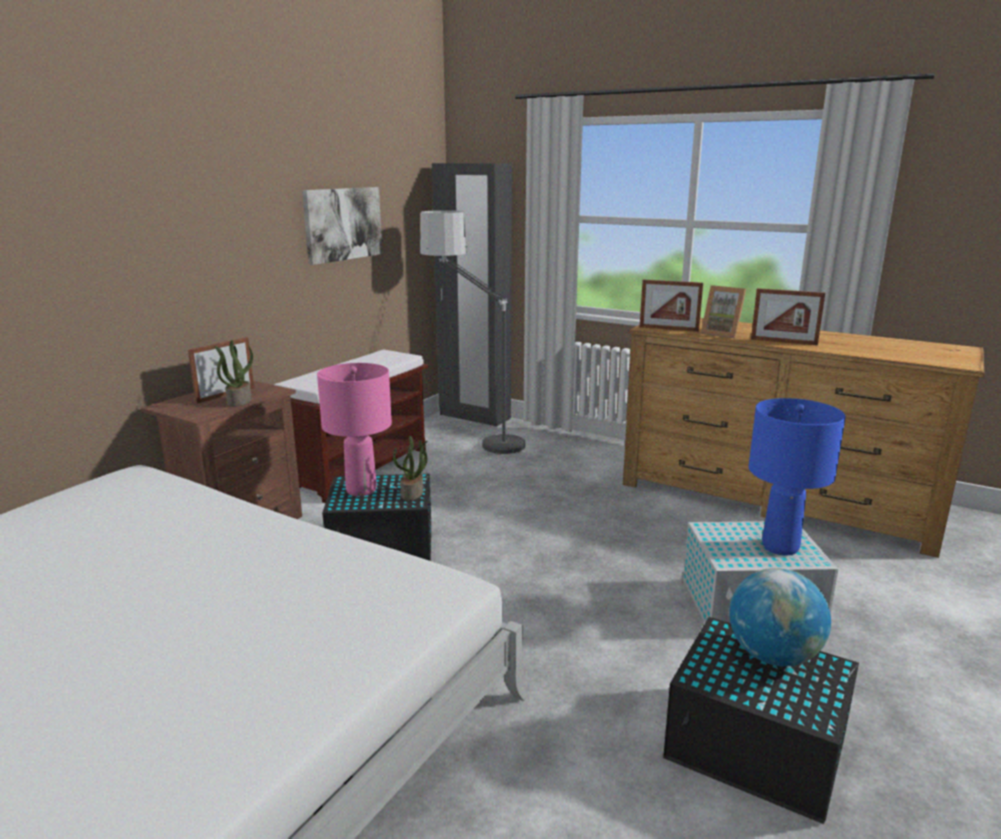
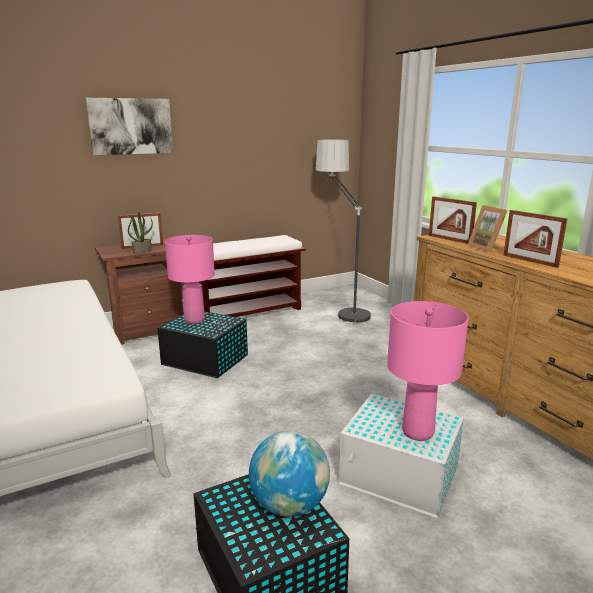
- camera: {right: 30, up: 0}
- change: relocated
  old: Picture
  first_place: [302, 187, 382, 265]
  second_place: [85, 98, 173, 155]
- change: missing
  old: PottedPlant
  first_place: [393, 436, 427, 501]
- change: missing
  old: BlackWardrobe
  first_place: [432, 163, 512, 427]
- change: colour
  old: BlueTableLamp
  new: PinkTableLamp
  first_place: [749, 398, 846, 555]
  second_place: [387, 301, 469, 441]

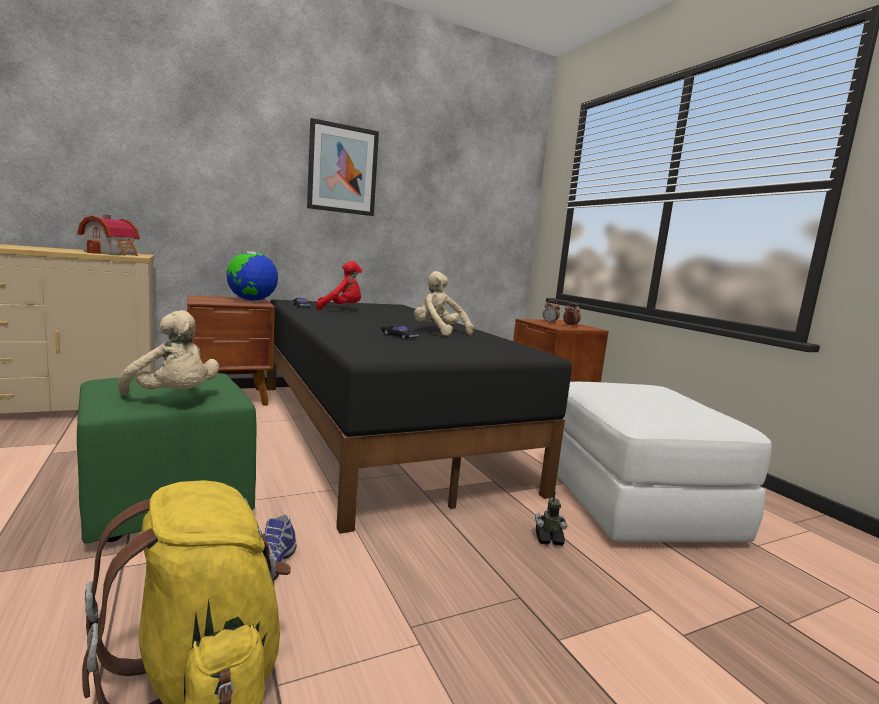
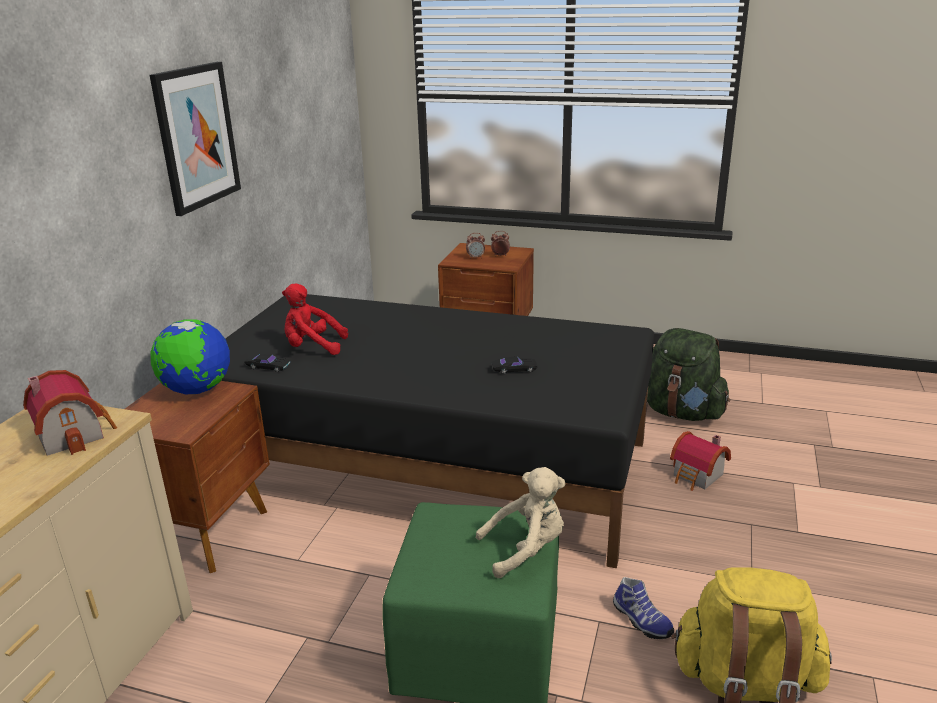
- camera: {right: -45, up: 15}
- change: spun
  old: RedPlushToy
  first_place: [316, 261, 362, 310]
  second_place: [282, 284, 348, 355]
  degrees: -120
- change: missing
  old: BeigePlushToy
  first_place: [414, 271, 474, 336]
- change: exchanged
  old: ToyRobot
  new: ToyHouse
  first_place: [535, 490, 567, 546]
  second_place: [670, 431, 731, 491]
- change: exchanged
  old: WhiteOttoman
  new: GreenBackpack
  first_place: [557, 382, 771, 542]
  second_place: [647, 328, 730, 421]

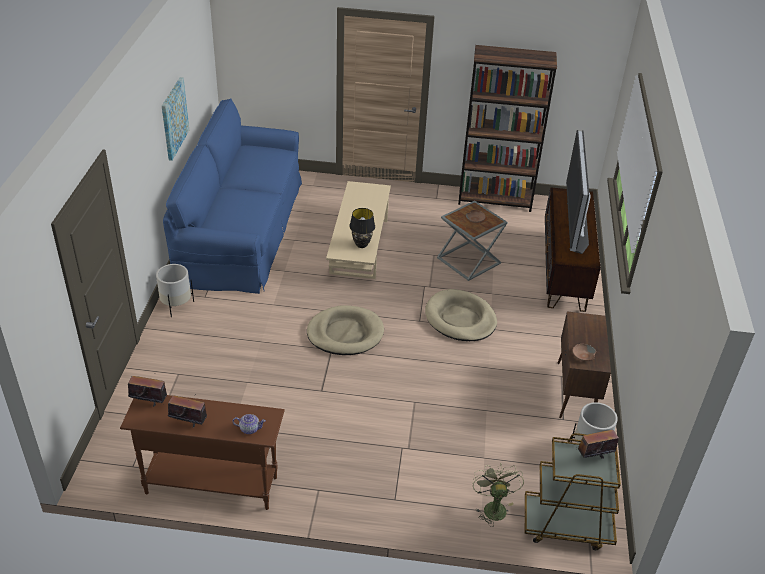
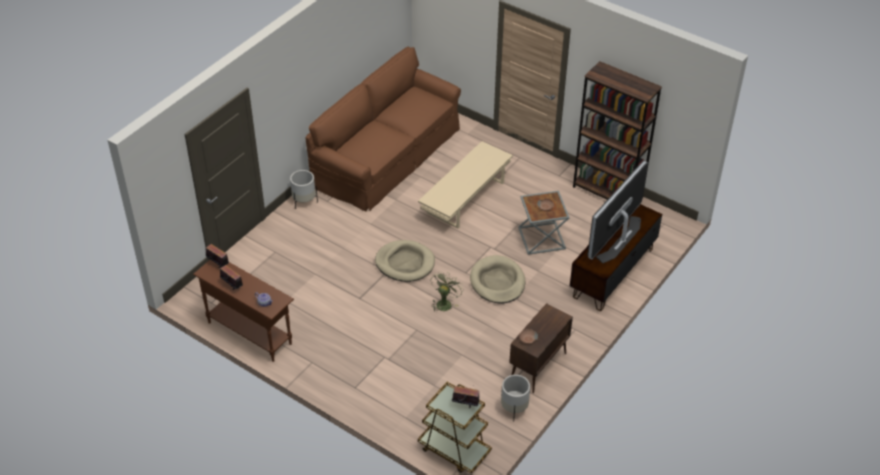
- camera: {right: 30, up: 5}
- change: missing
  old: Picture
  first_place: [162, 77, 189, 161]
- change: colour
  old: BlueSofa
  new: BrownSofa
  first_place: [163, 98, 302, 294]
  second_place: [305, 47, 461, 212]
- change: missing
  old: BlackTableLamp
  first_place: [349, 208, 375, 248]
- change: relocated
  old: GreenFan
  first_place: [473, 463, 524, 527]
  second_place: [431, 271, 464, 313]

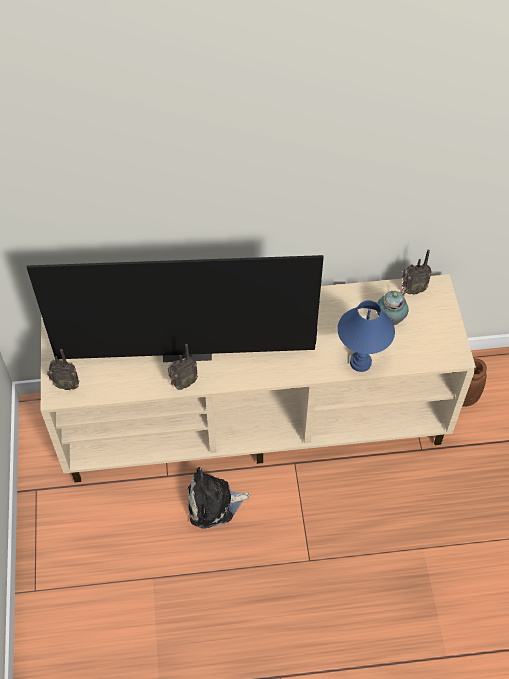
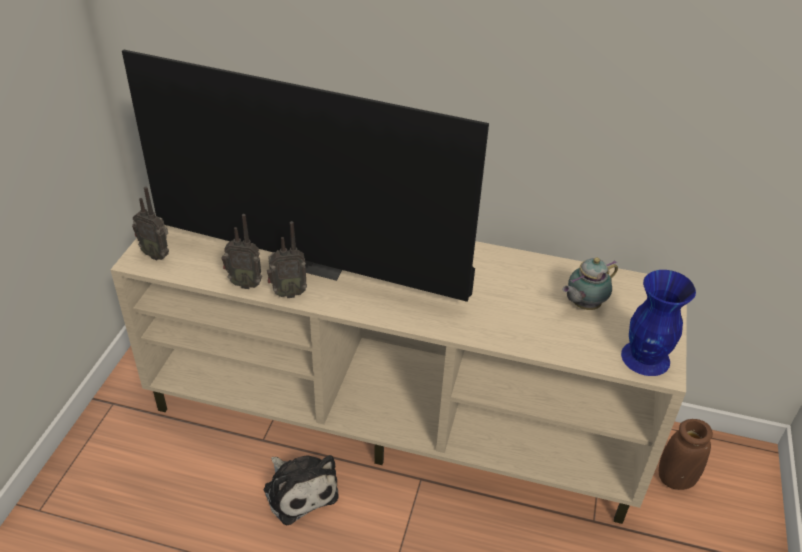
- camera: {right: 20, up: -15}
- change: spun
  old: PlushToy
  first_place: [188, 467, 251, 528]
  second_place: [264, 455, 339, 526]
  degrees: -135
- change: missing
  old: BlueTableLamp
  first_place: [337, 301, 395, 372]
- change: relocated
  old: Radio
  first_place: [402, 250, 431, 295]
  second_place: [222, 214, 262, 289]
- change: appeared
  new: BlueVase
  second_place: [621, 270, 696, 376]

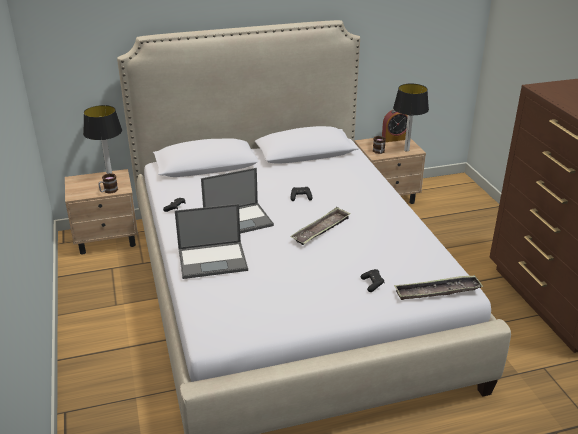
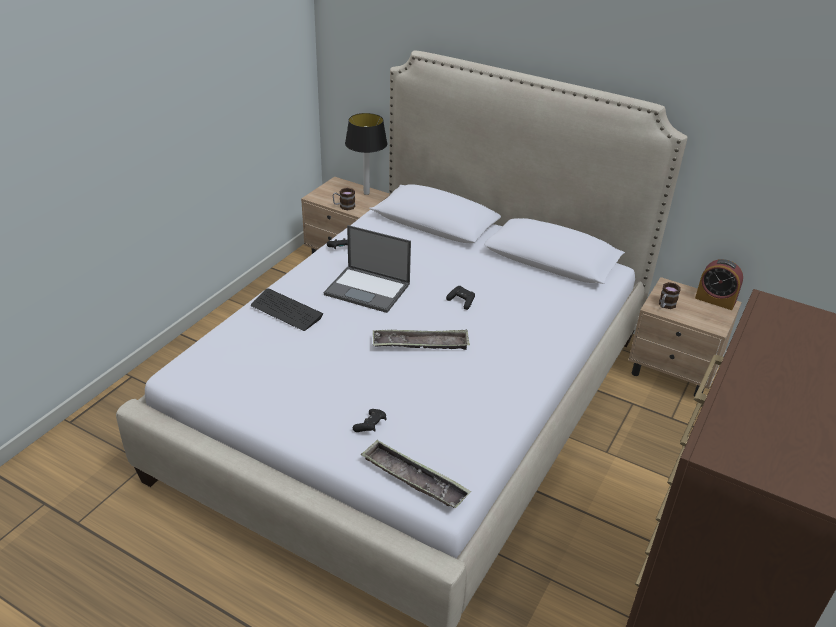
- camera: {right: 45, up: 5}
- change: exchanged
  old: Laptop
  new: Keyboard
  first_place: [175, 204, 248, 279]
  second_place: [251, 288, 323, 331]
- change: missing
  old: TableLamp
  first_place: [393, 84, 429, 152]

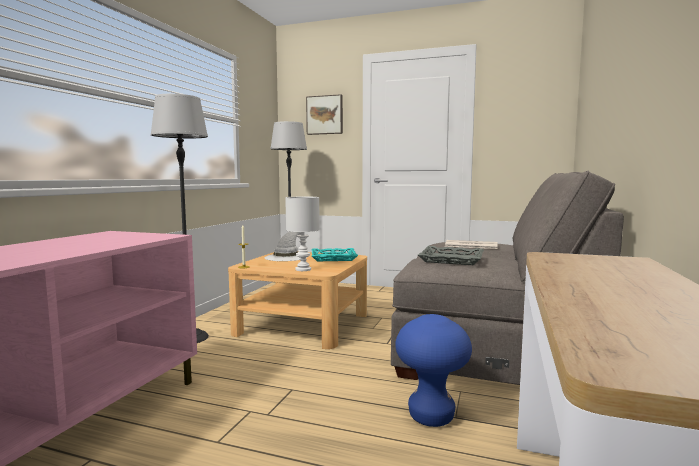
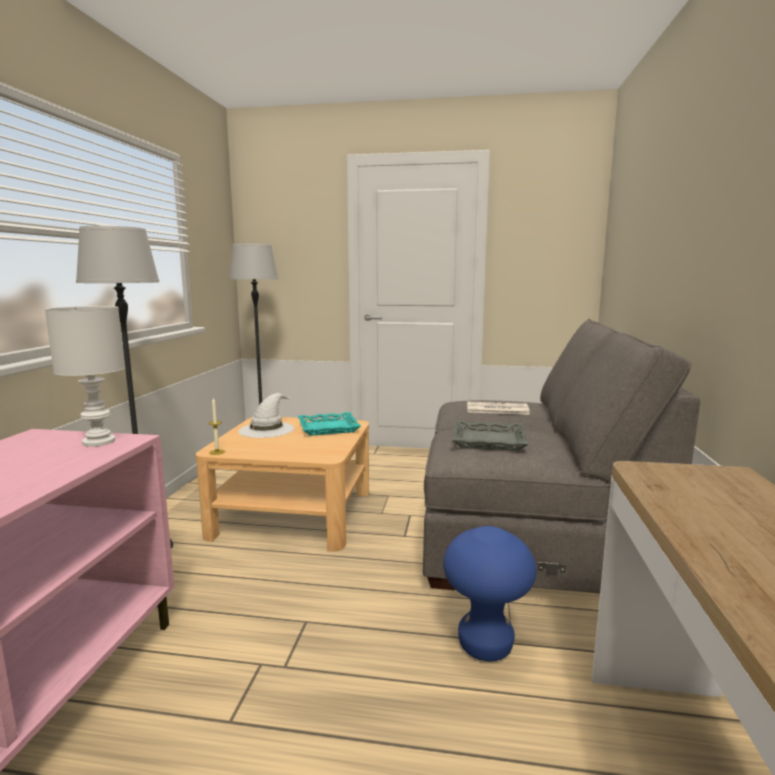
- camera: {right: -10, up: 5}
- change: relocated
  old: WhiteTableLamp
  first_place: [285, 197, 320, 271]
  second_place: [45, 306, 125, 447]
- change: missing
  old: Picture
  first_place: [306, 94, 343, 135]

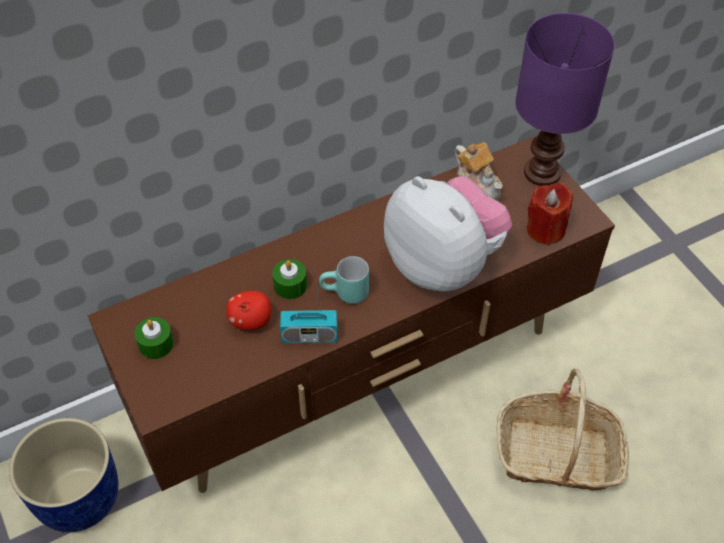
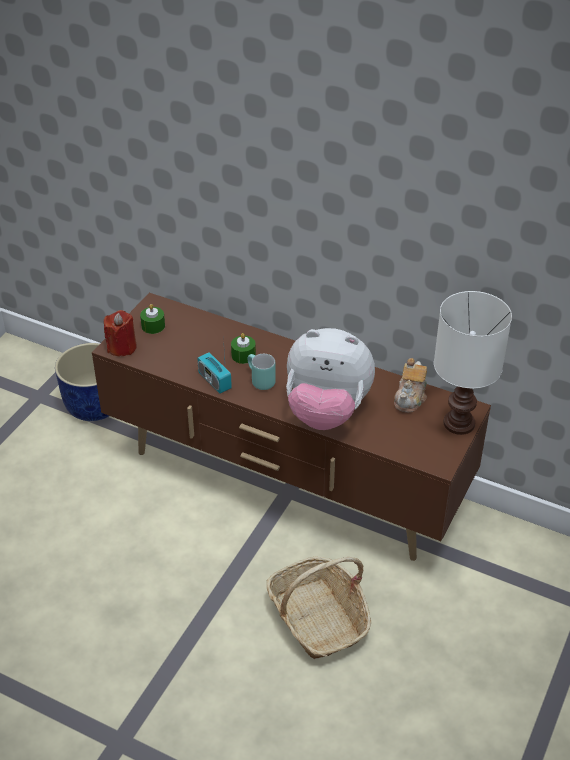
- camera: {right: 55, up: -10}
- change: missing
  old: Apple
  first_place: [226, 291, 271, 330]
- change: spun
  old: PlushToy
  first_place: [384, 176, 512, 291]
  second_place: [286, 328, 375, 430]
  degrees: 90
- change: colour
  old: PurpleTableLamp
  new: WhiteTableLamp
  first_place: [515, 13, 615, 186]
  second_place: [434, 291, 512, 435]
- change: relocated
  old: RedCandle
  first_place: [527, 183, 573, 245]
  second_place: [104, 310, 137, 356]

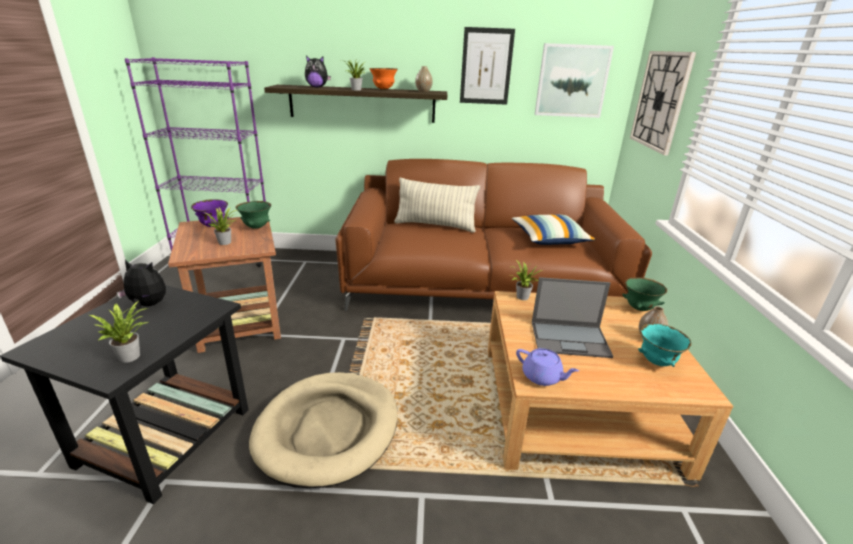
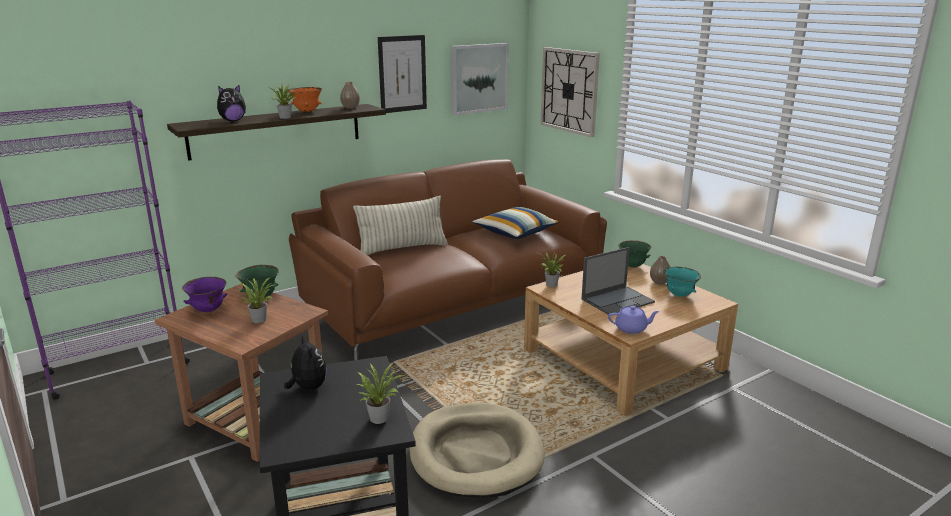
- camera: {right: -35, up: -5}
- change: spun
  old: PlushToy
  first_place: [116, 260, 166, 309]
  second_place: [284, 336, 327, 390]
  degrees: 90

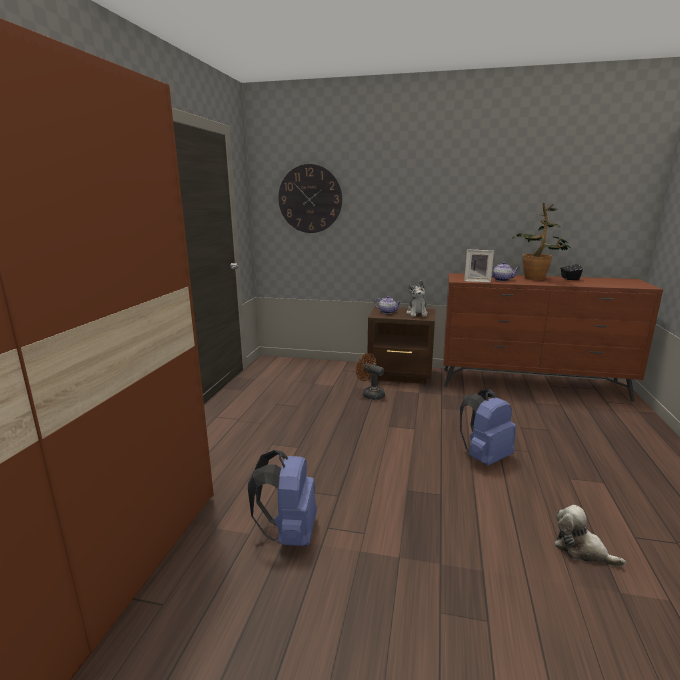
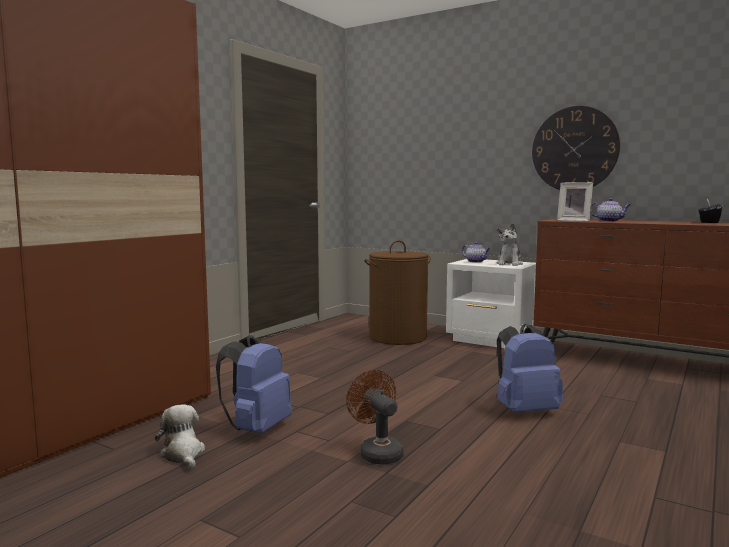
- camera: {right: 20, up: -10}
- change: relocated
  old: WallClock
  first_place: [278, 164, 342, 233]
  second_place: [532, 106, 620, 190]
- change: relocated
  old: BrownFan
  first_place: [356, 353, 385, 400]
  second_place: [346, 370, 404, 465]
- change: colour
  old: BrownNightstand
  new: WhiteNightstand
  first_place: [368, 306, 436, 384]
  second_place: [446, 259, 536, 348]
- change: missing
  old: PottedPlant
  first_place: [512, 203, 570, 280]
- change: relocated
  old: PlushToy
  first_place: [555, 505, 626, 567]
  second_place: [155, 404, 205, 469]
- change: appeared
  new: BrownLaundryBasket
  second_place: [365, 240, 431, 345]

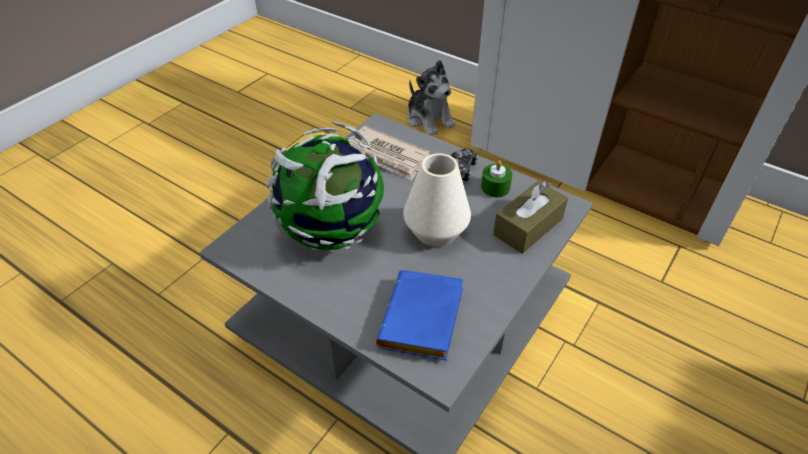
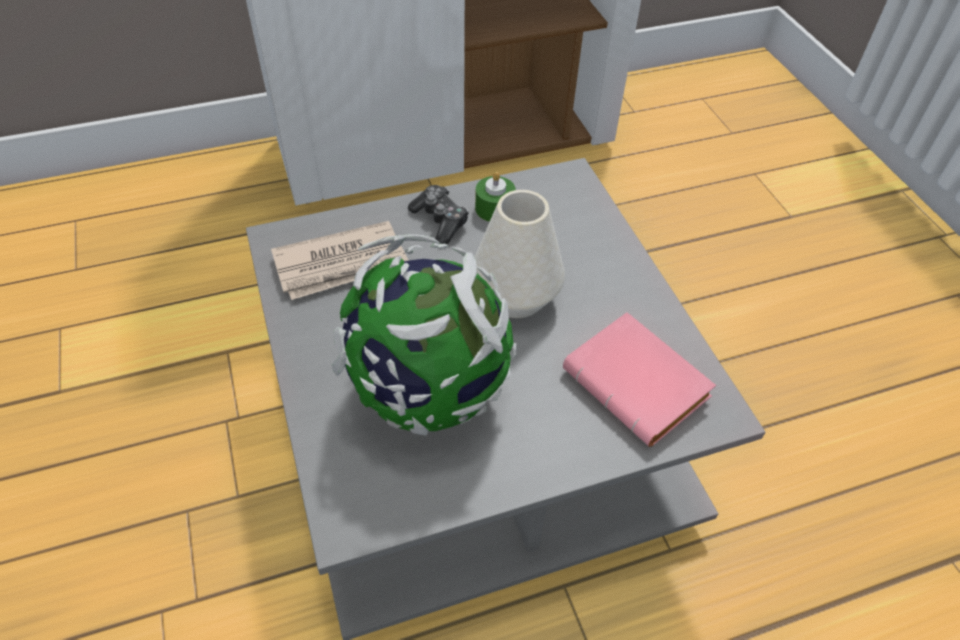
- camera: {right: -55, up: 5}
- change: colour
  old: BlueBook
  new: PinkBook
  first_place: [376, 270, 463, 360]
  second_place: [563, 312, 716, 447]
- change: missing
  old: PlushToy
  first_place: [407, 60, 456, 136]
- change: missing
  old: BrownTissueBox
  first_place: [493, 181, 568, 254]

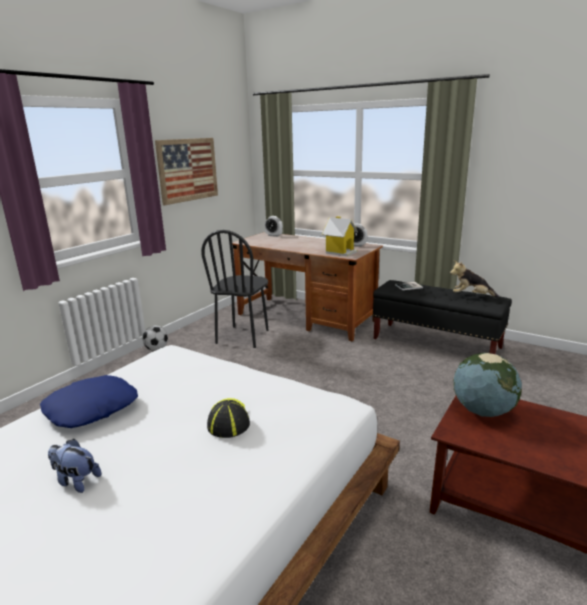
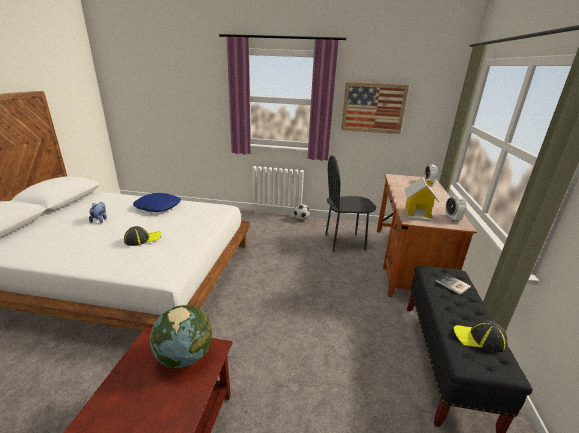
- camera: {right: 65, up: 5}
- change: exchanged
  old: PlushToy
  new: Cap
  first_place: [450, 260, 499, 298]
  second_place: [454, 320, 508, 352]

